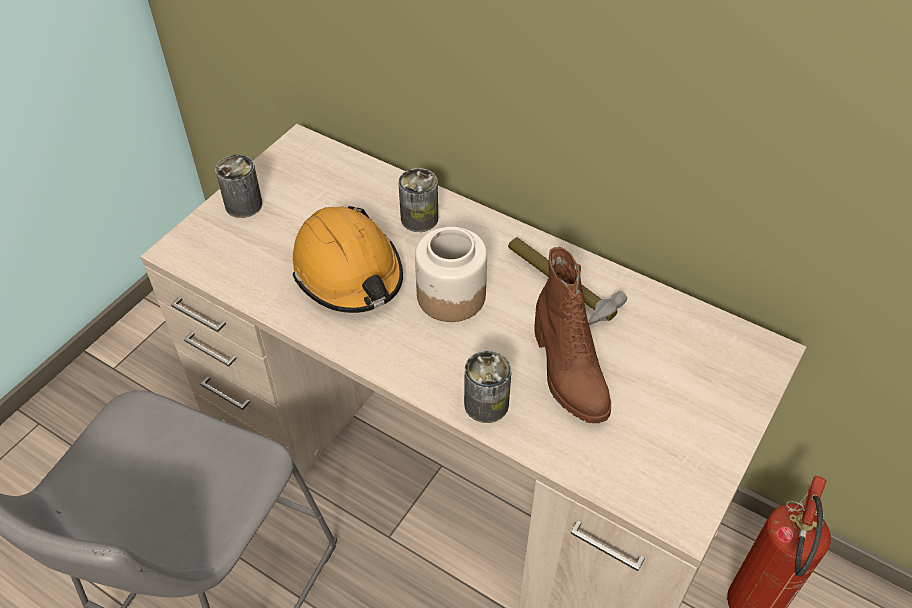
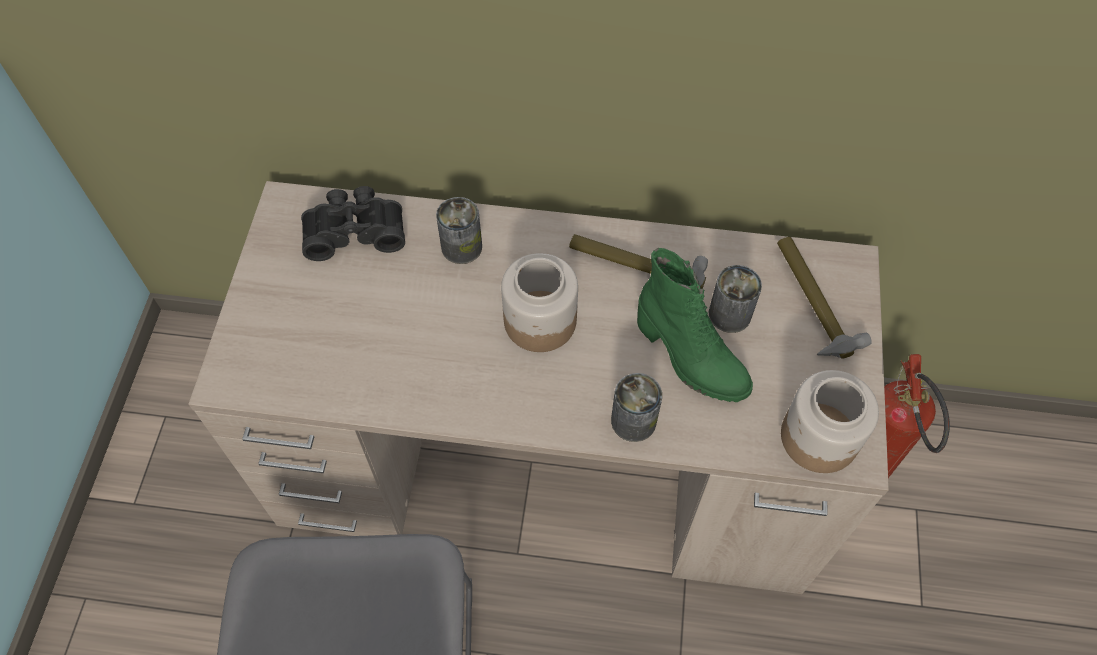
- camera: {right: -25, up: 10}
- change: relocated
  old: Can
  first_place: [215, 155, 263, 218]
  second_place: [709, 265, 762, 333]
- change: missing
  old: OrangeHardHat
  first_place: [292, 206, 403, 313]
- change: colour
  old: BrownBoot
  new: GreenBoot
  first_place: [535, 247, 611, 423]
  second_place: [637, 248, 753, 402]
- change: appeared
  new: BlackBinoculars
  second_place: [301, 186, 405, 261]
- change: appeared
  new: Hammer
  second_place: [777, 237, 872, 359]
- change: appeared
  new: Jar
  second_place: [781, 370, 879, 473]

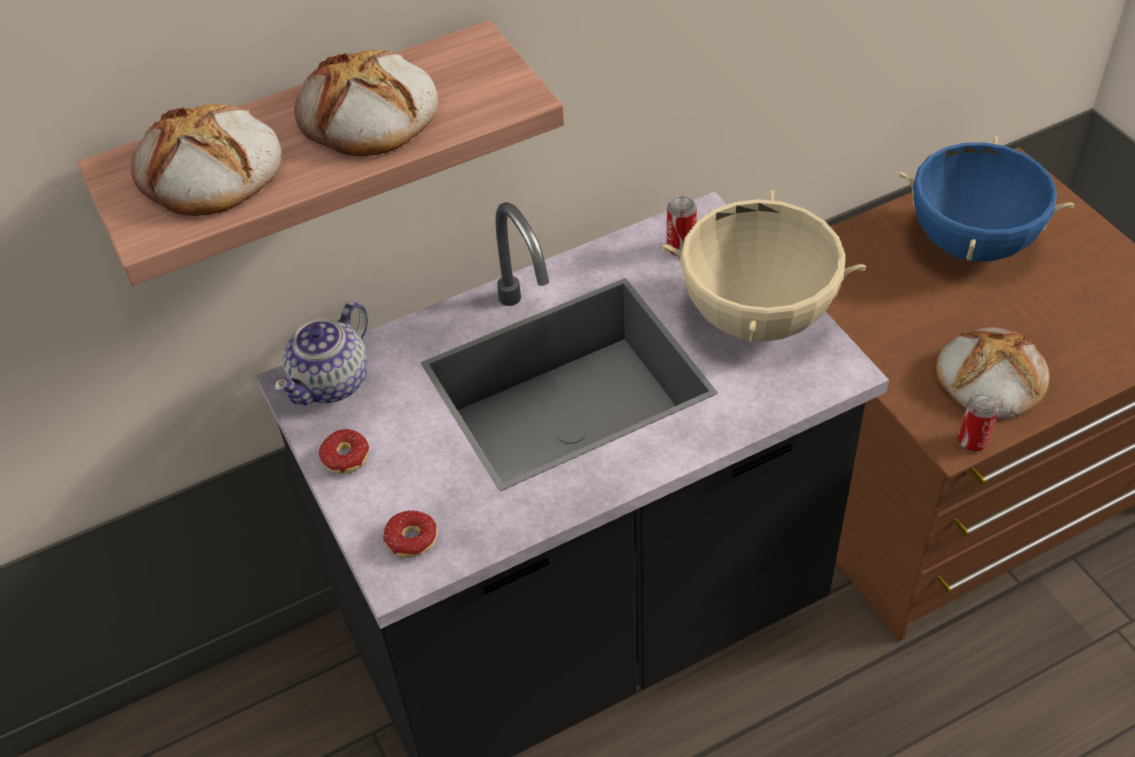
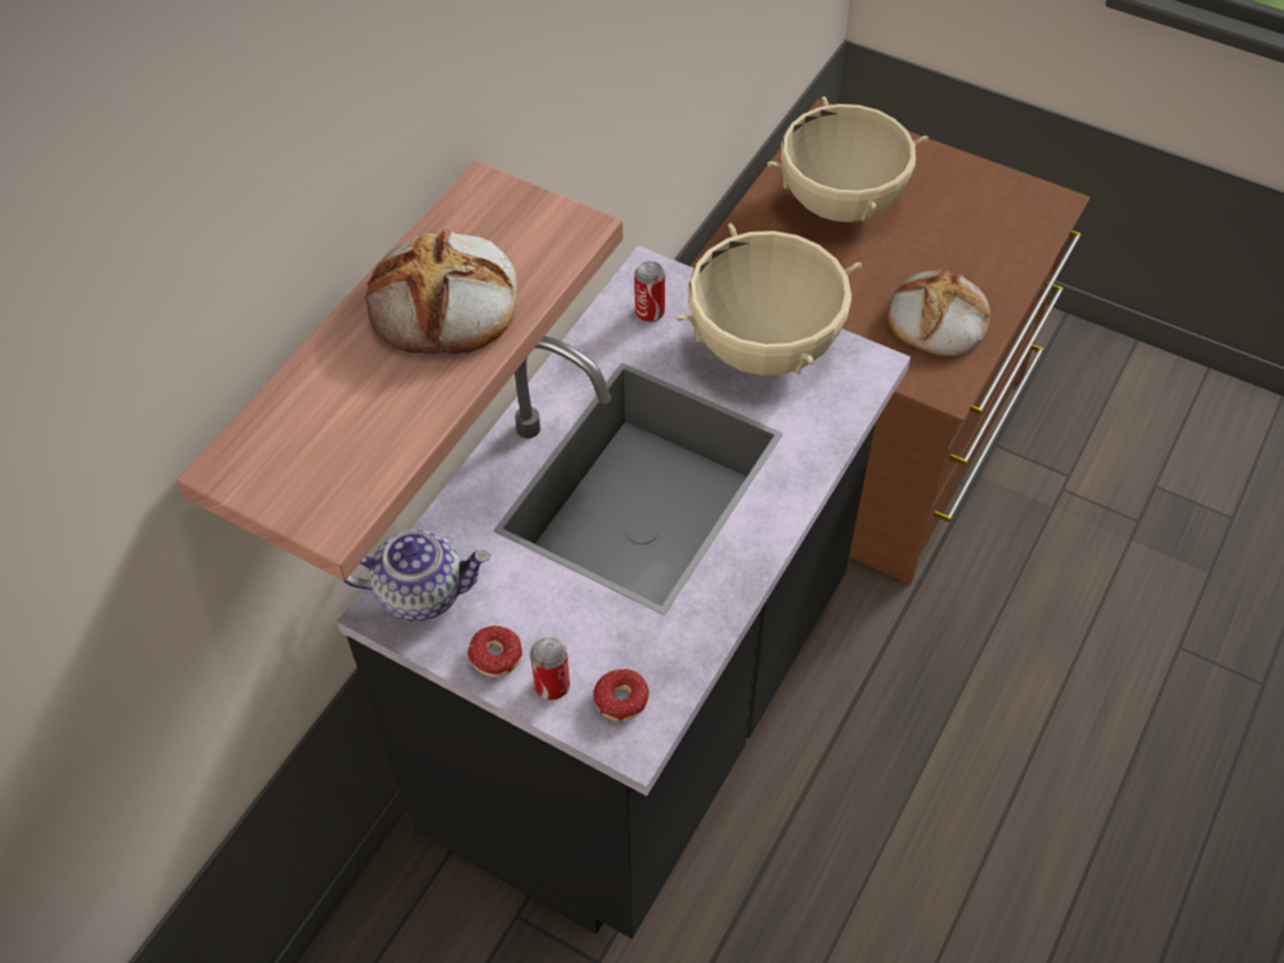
- camera: {right: -35, up: 5}
- change: missing
  old: Bread
  first_place: [131, 104, 282, 216]
- change: spun
  old: Teapot
  first_place: [274, 302, 368, 405]
  second_place: [343, 529, 490, 622]
  degrees: -90
- change: colour
  old: BlueCookingPot
  new: BeigeCookingPot
  first_place: [898, 135, 1075, 262]
  second_place: [767, 96, 929, 222]
- change: relocated
  old: Can
  first_place: [958, 394, 998, 452]
  second_place: [530, 637, 570, 700]

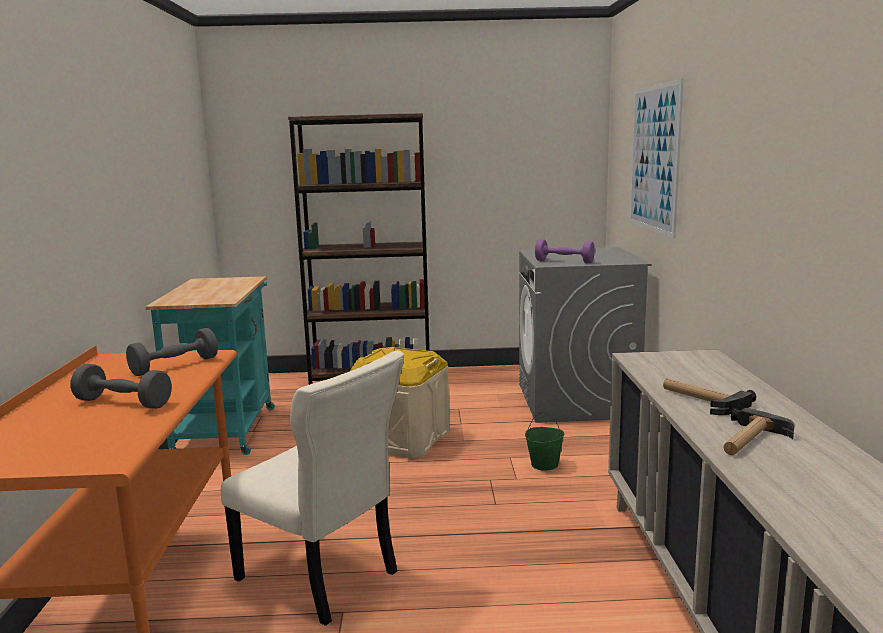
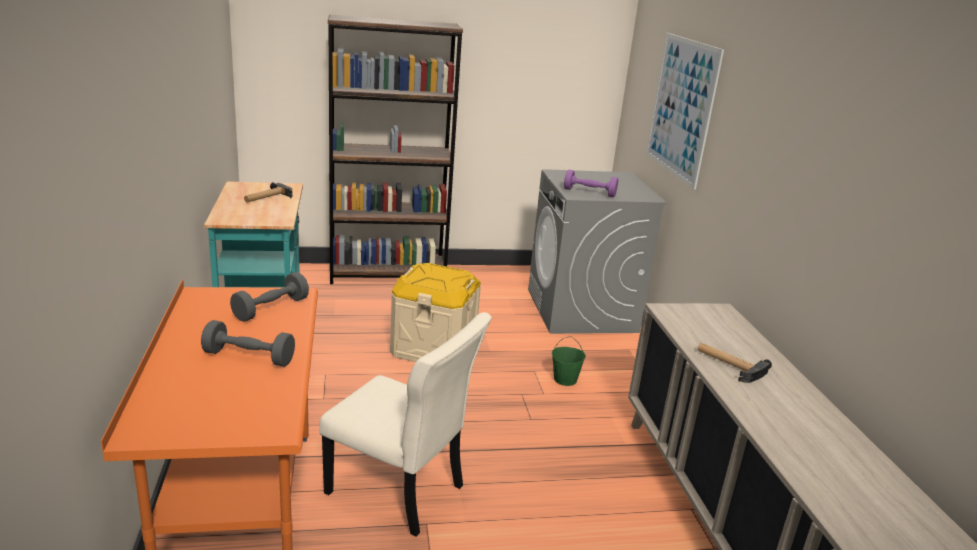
- camera: {right: -10, up: 10}
- change: relocated
  old: Hammer
  first_place: [724, 407, 795, 455]
  second_place: [244, 182, 293, 202]

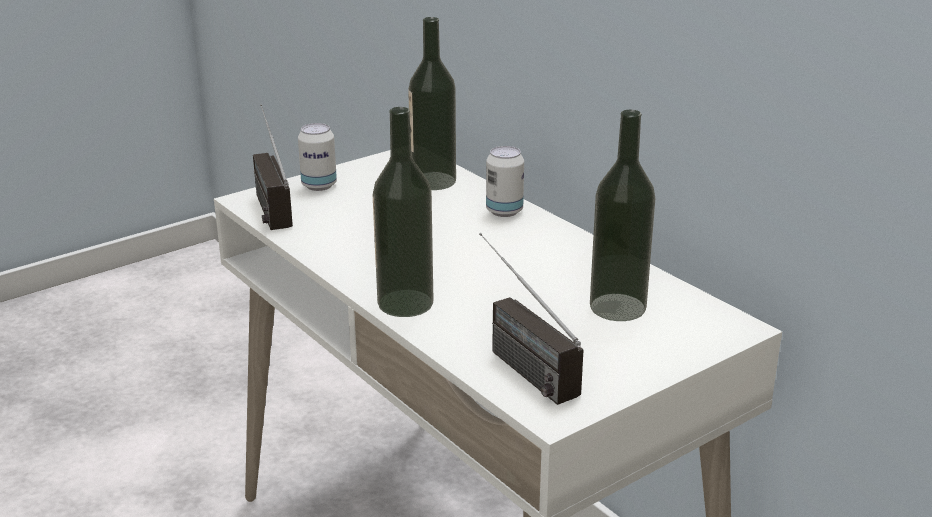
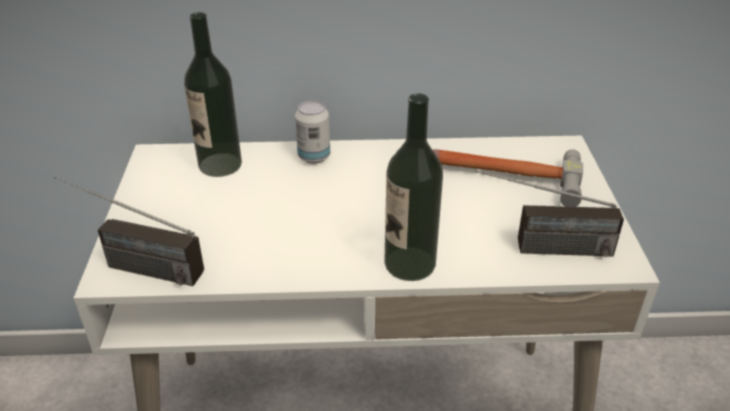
- camera: {right: -55, up: 10}
- change: missing
  old: Can
  first_place: [298, 123, 337, 191]
- change: exchanged
  old: Bottle
  new: Hammer
  first_place: [590, 110, 655, 321]
  second_place: [433, 149, 583, 207]

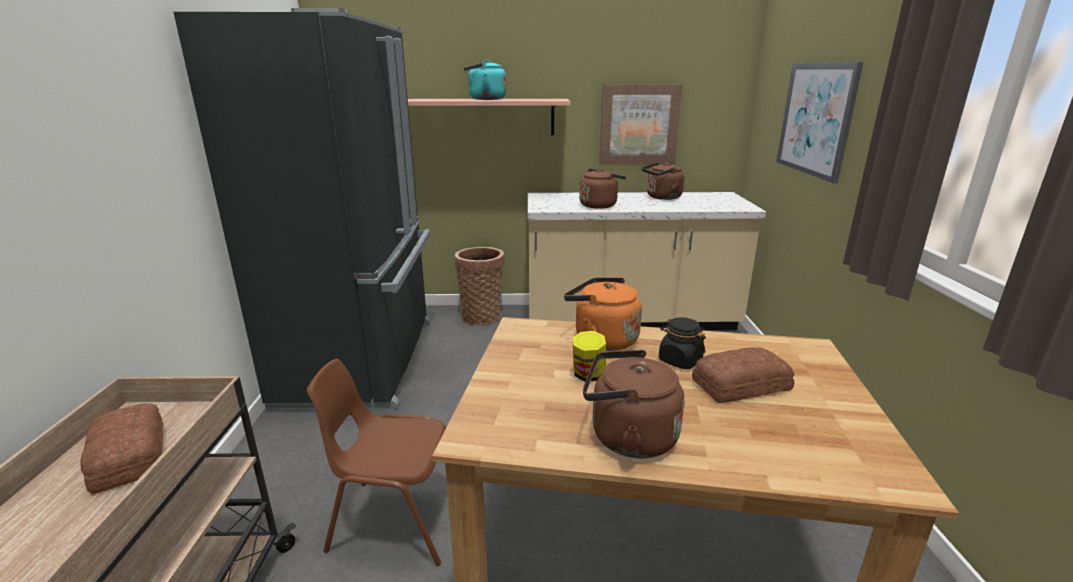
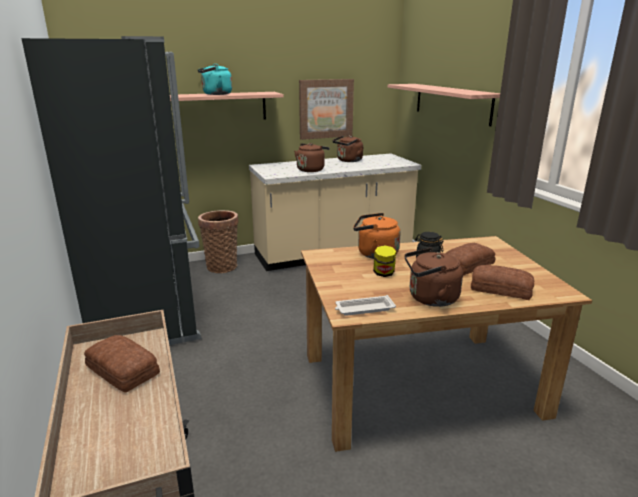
- camera: {right: -20, up: 0}
- change: missing
  old: BrownChair
  first_place: [307, 359, 446, 566]
- change: exchanged
  old: Picture
  new: Shelf
  first_place: [776, 62, 864, 184]
  second_place: [388, 84, 500, 126]
- change: appeared
  new: WhiteTray
  second_place: [335, 295, 396, 316]
- change: appeared
  new: Bread
  second_place: [471, 265, 534, 300]

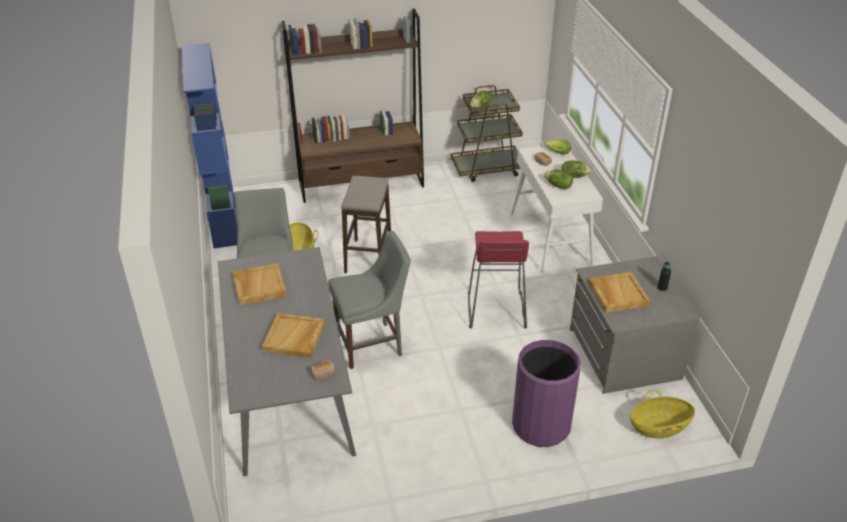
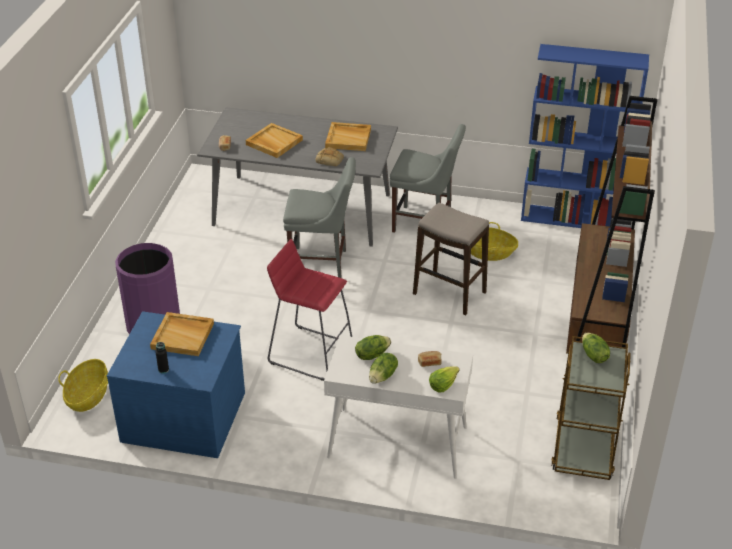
- camera: {right: 115, up: 0}
- change: spun
  old: GreyChair
  first_place: [328, 231, 411, 369]
  second_place: [283, 157, 356, 278]
  degrees: -90
- change: colour
  old: GreyDresser
  new: BlueDresser
  first_place: [570, 256, 700, 394]
  second_place: [107, 311, 245, 458]
- change: appeared
  new: Bread
  second_place: [316, 147, 344, 167]

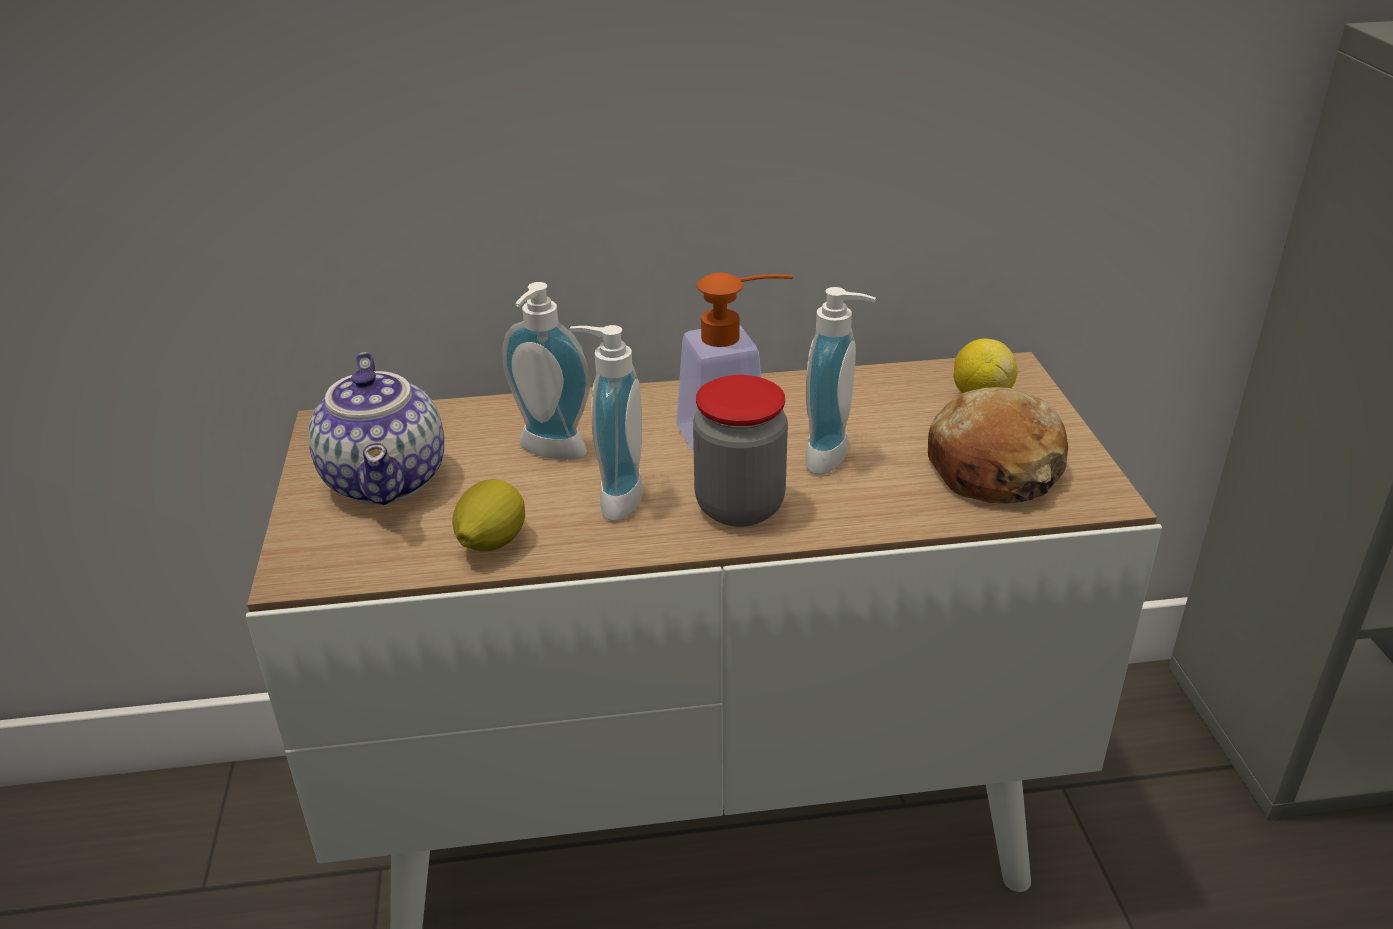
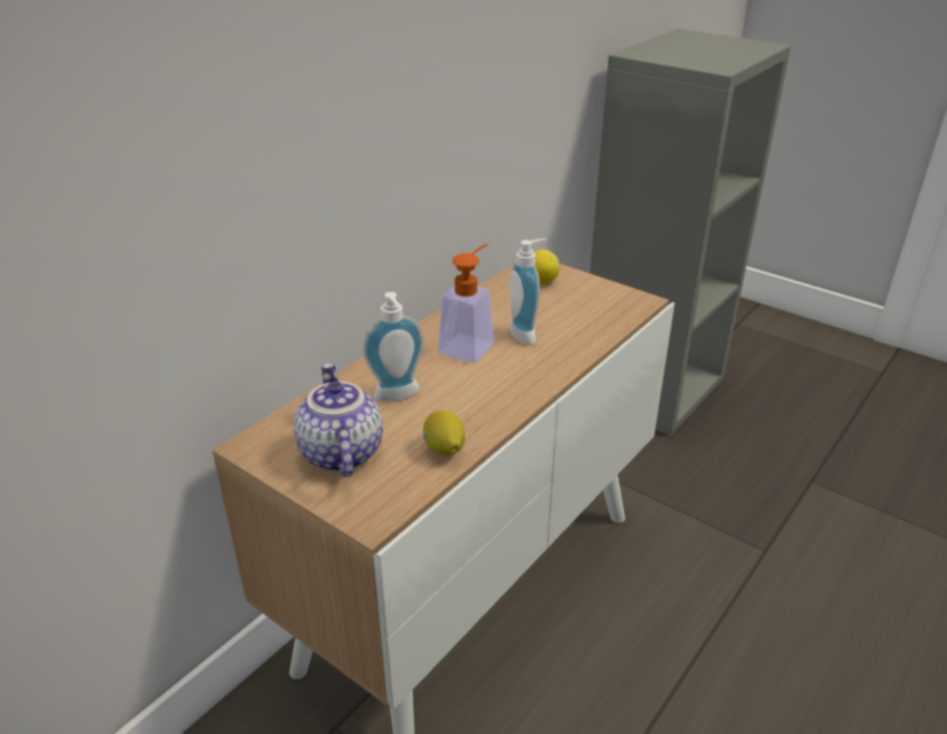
- camera: {right: -45, up: 0}
- change: spun
  old: Teapot
  first_place: [308, 352, 444, 505]
  second_place: [294, 363, 383, 477]
  degrees: -135
- change: missing
  old: SoapDispenser
  first_place: [569, 325, 643, 521]
- change: missing
  old: Jar
  first_place: [693, 375, 788, 527]
- change: missing
  old: Bread
  first_place: [928, 387, 1068, 503]

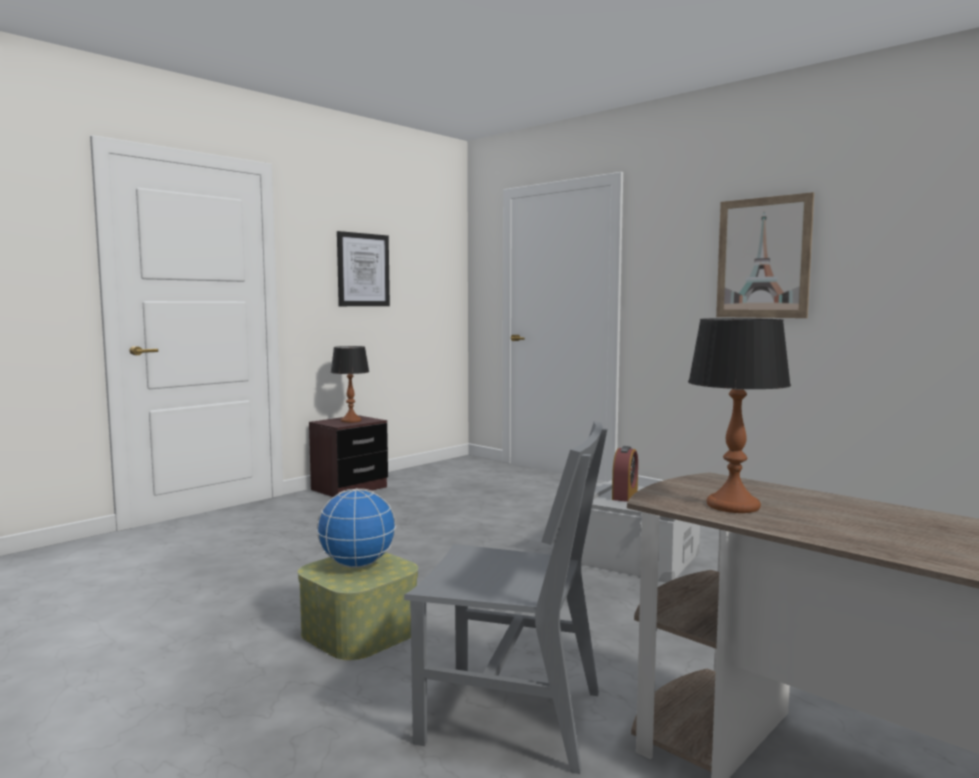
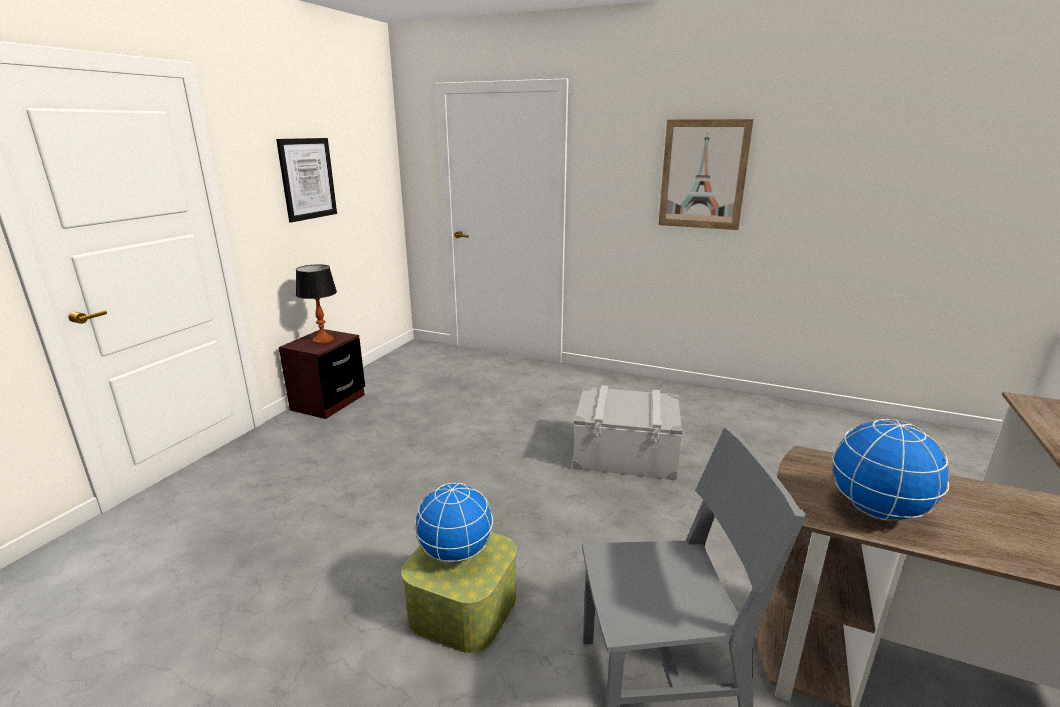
- camera: {right: -20, up: 15}
- change: missing
  old: AlarmClock
  first_place: [612, 446, 638, 502]
- change: exchanged
  old: TableLamp
  new: Globe
  first_place: [688, 318, 791, 513]
  second_place: [831, 419, 950, 521]

